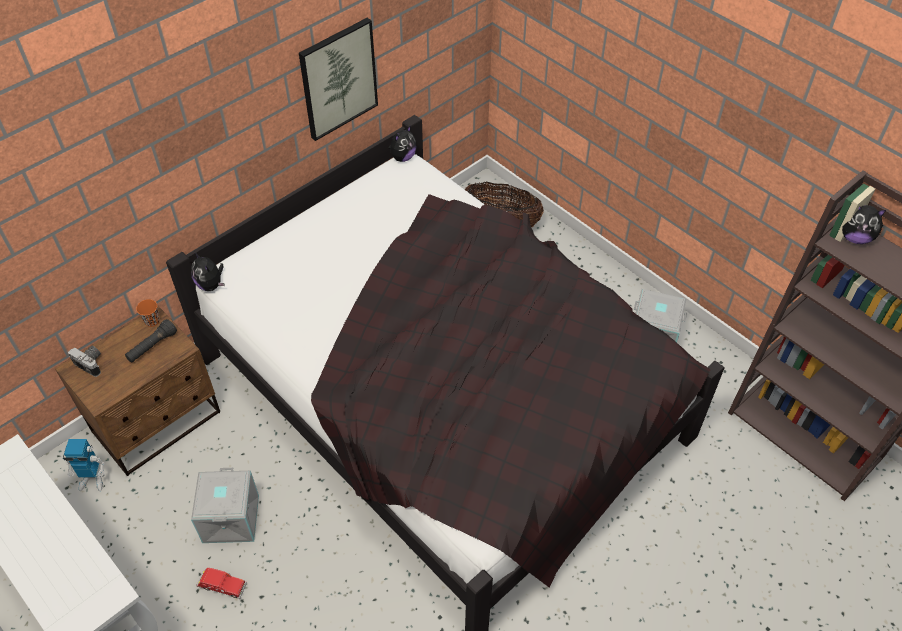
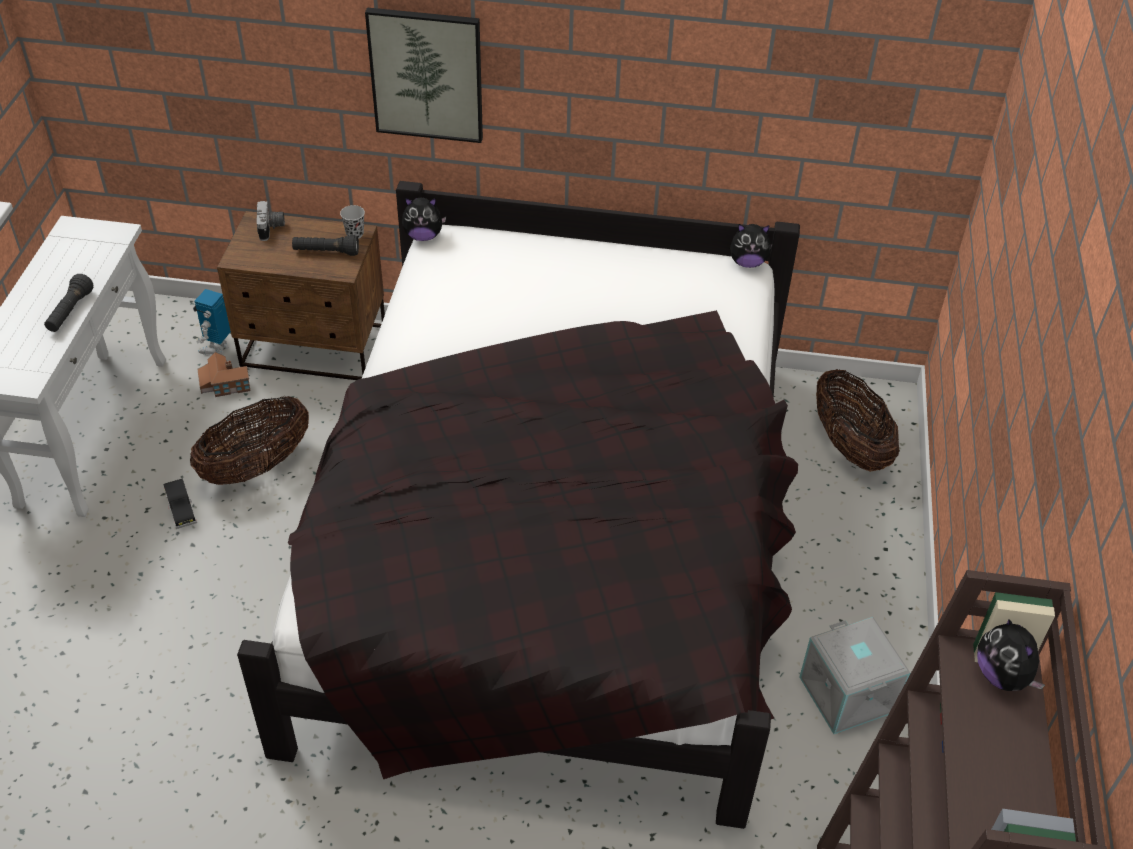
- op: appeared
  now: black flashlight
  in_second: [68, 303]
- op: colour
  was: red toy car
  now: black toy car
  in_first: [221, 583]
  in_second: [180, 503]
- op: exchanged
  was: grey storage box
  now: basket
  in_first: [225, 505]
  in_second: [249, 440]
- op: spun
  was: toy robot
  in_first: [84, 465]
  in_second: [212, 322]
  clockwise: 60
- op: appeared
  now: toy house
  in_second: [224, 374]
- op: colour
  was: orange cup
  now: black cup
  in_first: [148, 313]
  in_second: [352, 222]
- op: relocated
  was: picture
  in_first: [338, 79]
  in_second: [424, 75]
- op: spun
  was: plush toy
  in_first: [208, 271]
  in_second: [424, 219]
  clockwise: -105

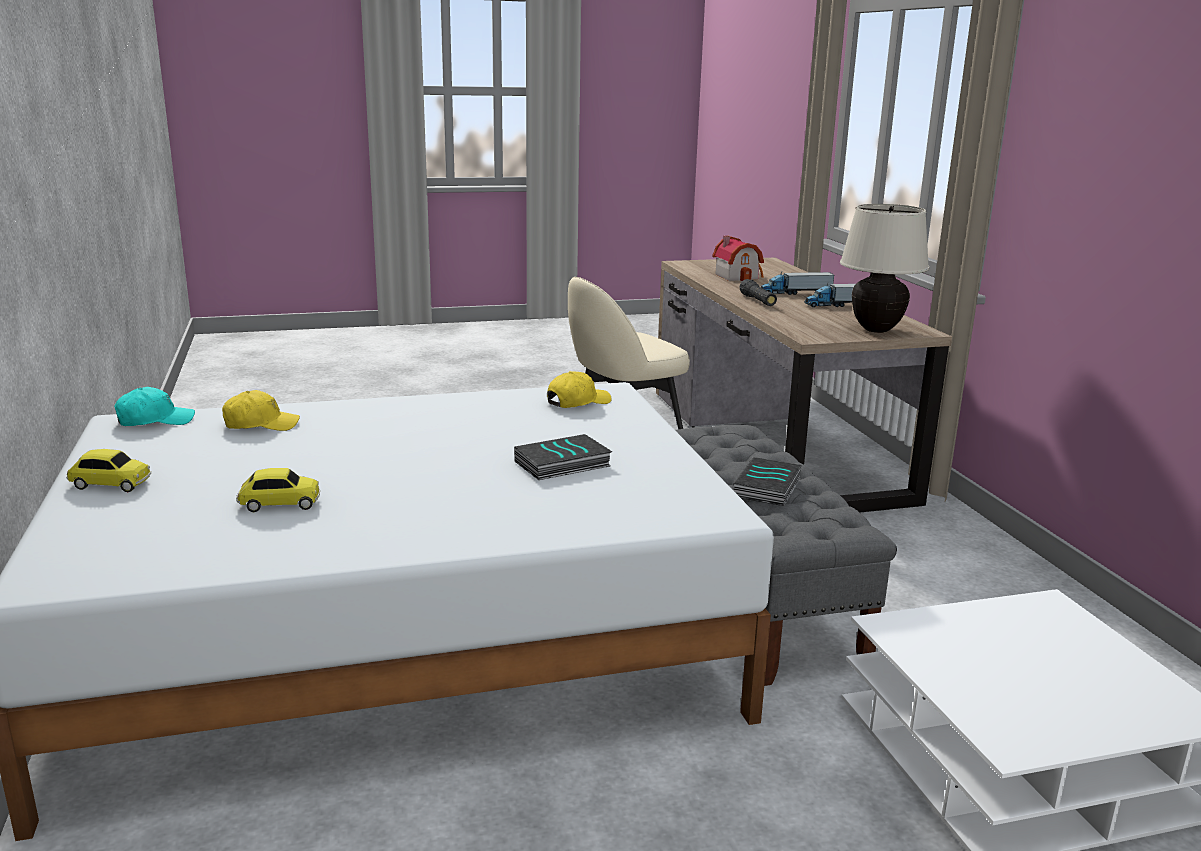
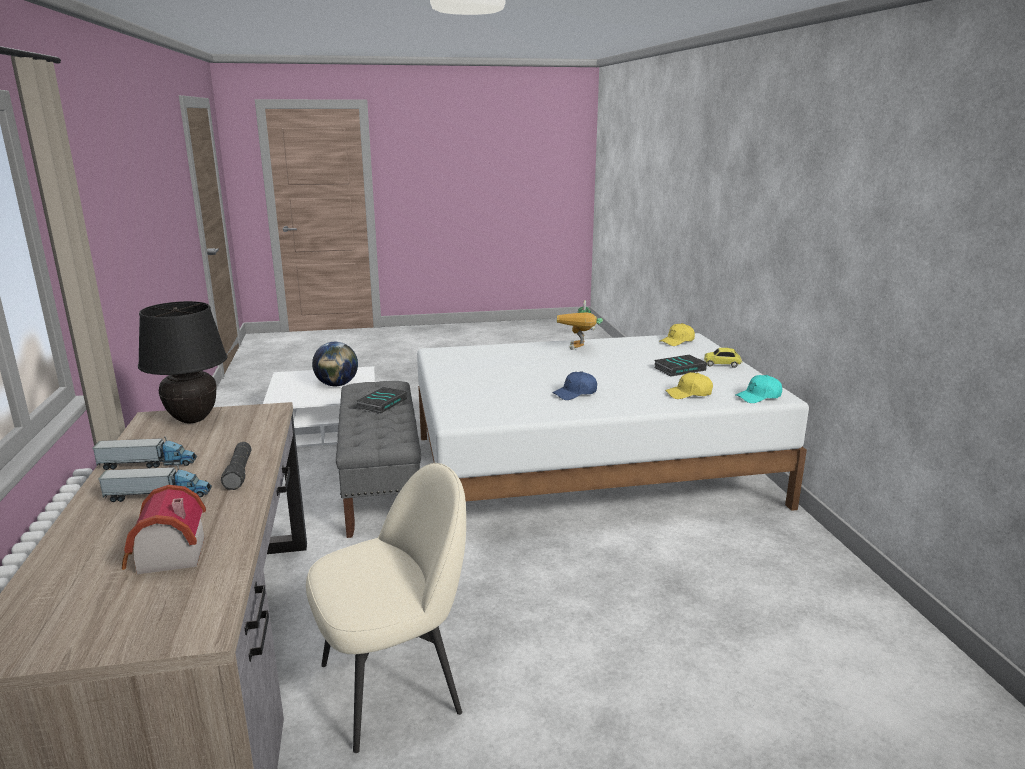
- op: colour
  was: beige table lamp
  now: black table lamp
  in_first: [884, 268]
  in_second: [182, 362]
- op: appeared
  now: globe
  in_second: [335, 364]
- op: appeared
  now: blue cap
  in_second: [574, 385]
- op: appeared
  now: toy robot
  in_second: [580, 325]
- op: relocated
  was: book
  in_first: [563, 457]
  in_second: [680, 365]
- op: relocated
  was: yellow cap
  in_first: [579, 389]
  in_second: [677, 334]
- op: missing
  was: toy car
  in_first: [278, 490]

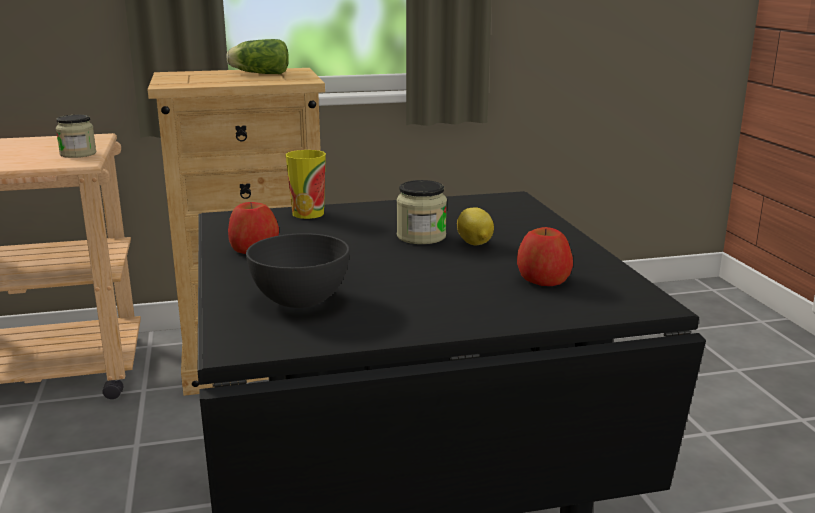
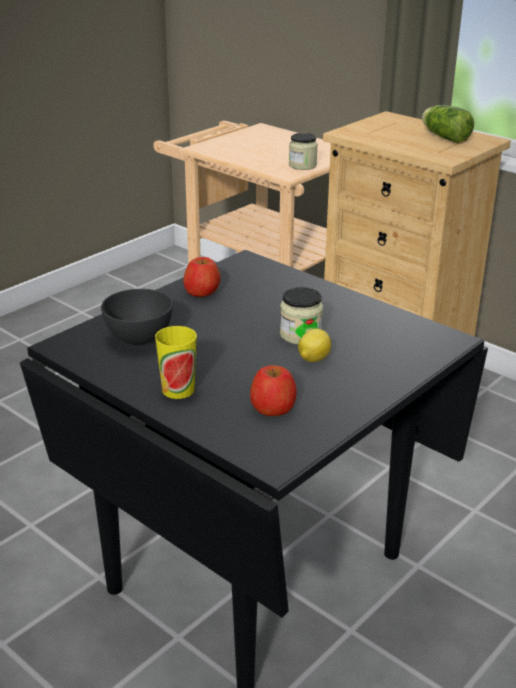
- op: relocated
  was: cup
  in_first: [305, 184]
  in_second: [176, 362]

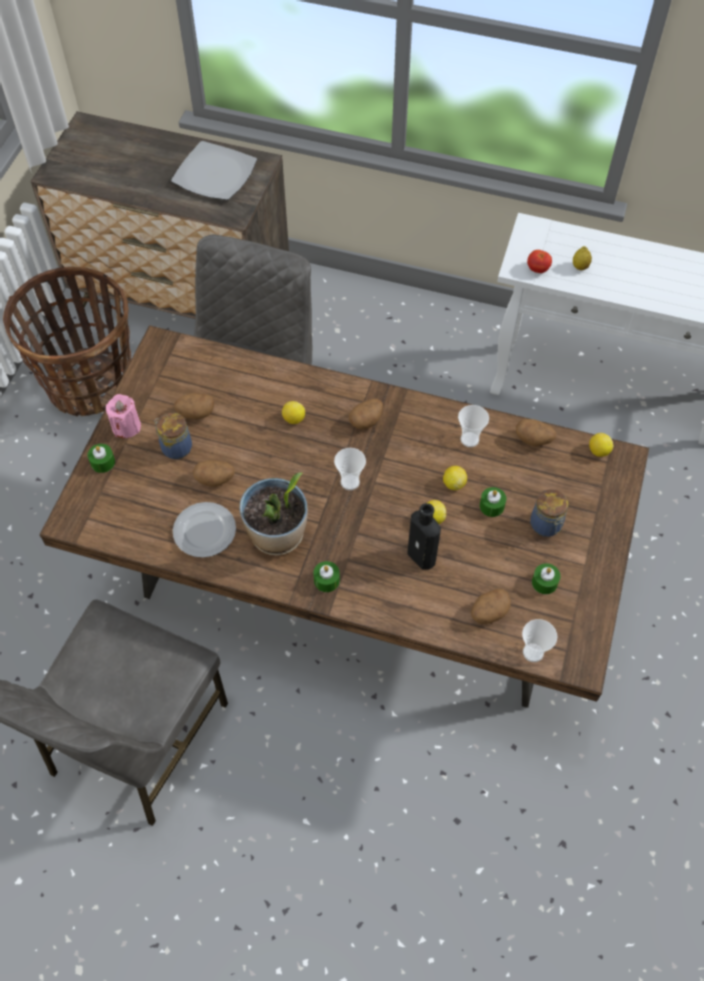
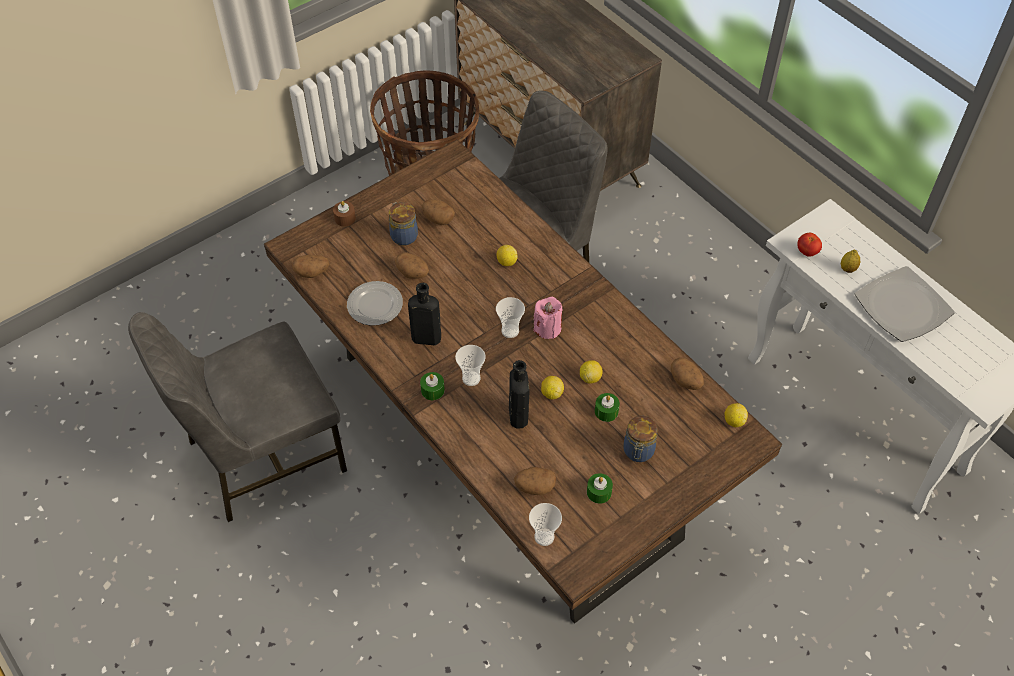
- op: relocated
  was: potato
  in_first: [366, 414]
  in_second: [310, 266]
- op: colour
  was: green candle
  now: brown candle
  in_first: [101, 458]
  in_second: [344, 213]
- op: exchanged
  was: potted plant
  now: black bottle
  in_first: [273, 513]
  in_second: [424, 314]
- op: relocated
  was: cup
  in_first: [473, 426]
  in_second: [470, 365]
- op: relocated
  was: pink candle
  in_first: [123, 416]
  in_second: [548, 318]
- op: relocated
  was: plate
  in_first: [214, 170]
  in_second: [905, 304]

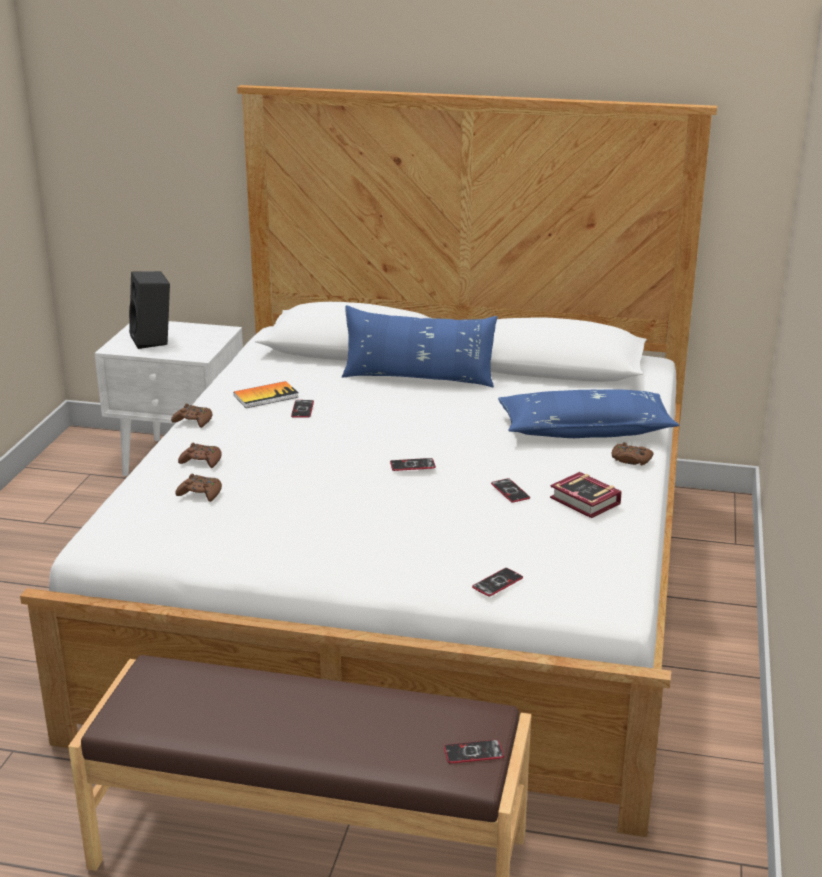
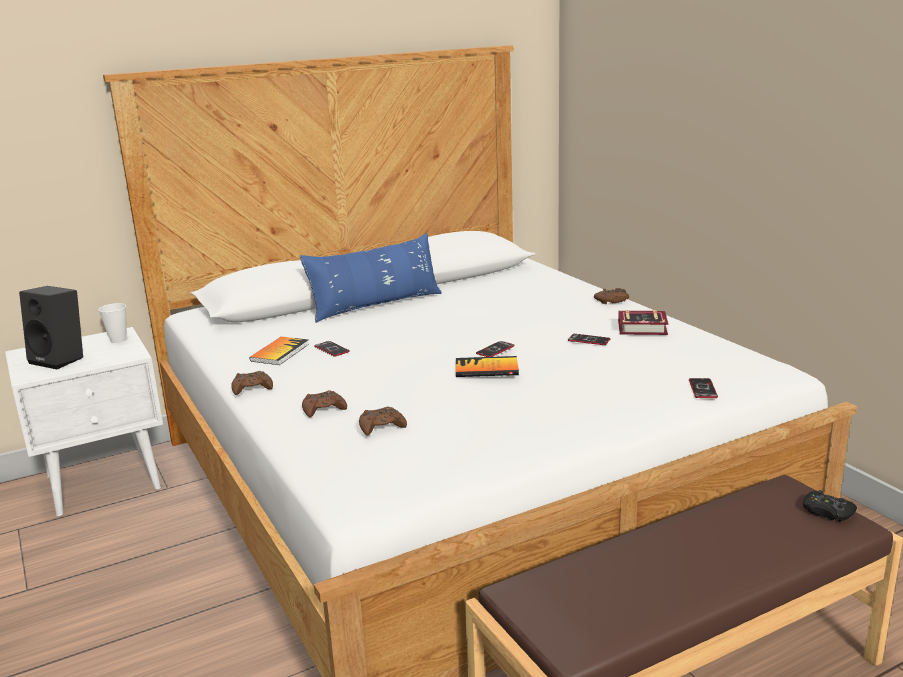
- op: appeared
  now: cup
  in_second: [112, 323]
- op: appeared
  now: book
  in_second: [487, 366]
- op: exchanged
  was: phone
  now: black game controller
  in_first: [474, 752]
  in_second: [830, 506]
- op: missing
  was: blue pillow
  in_first: [588, 414]

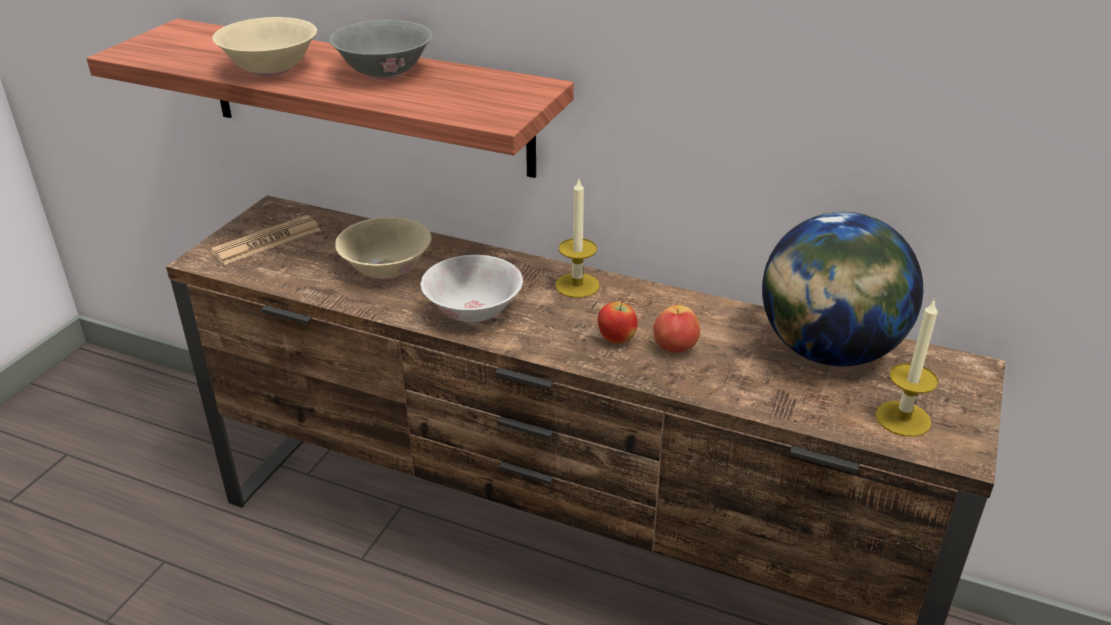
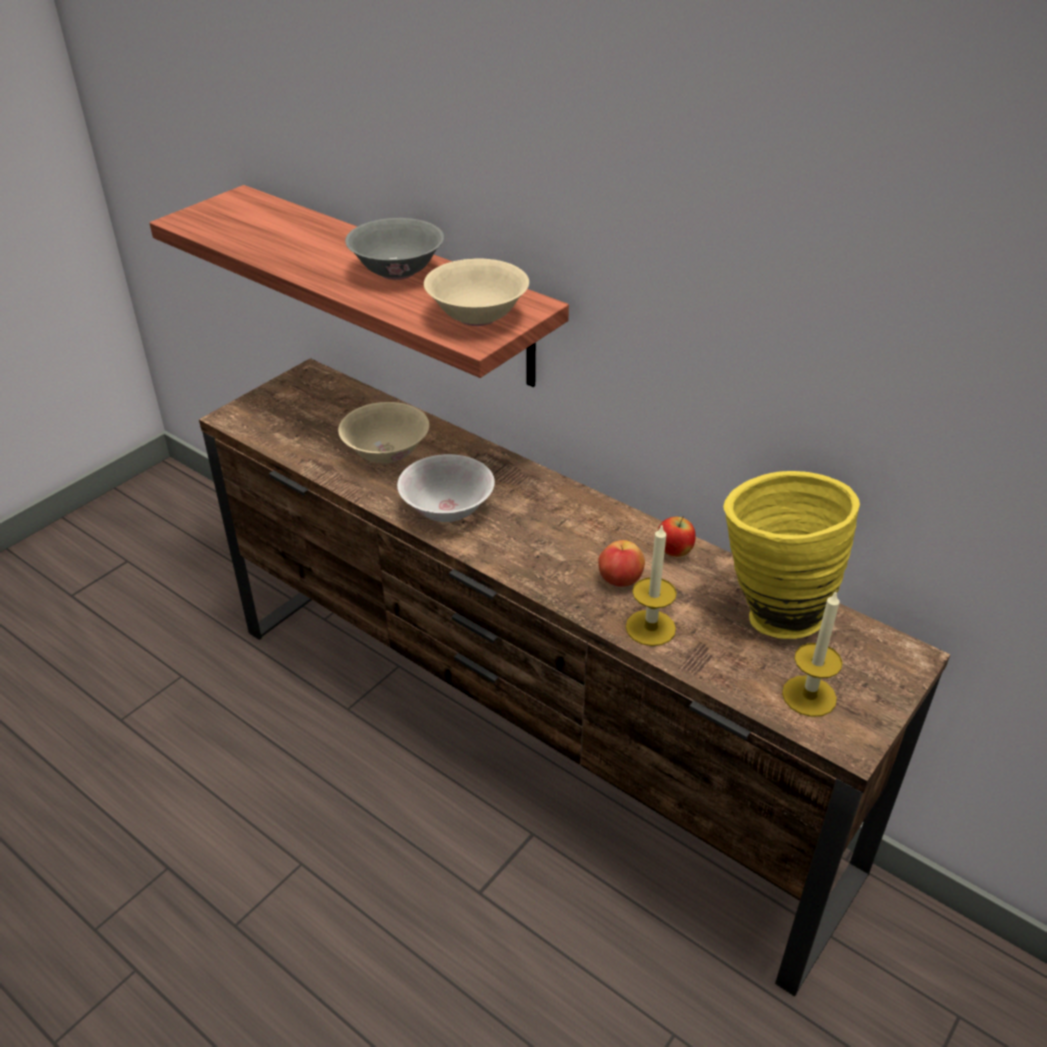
- op: relocated
  was: beige bowl
  in_first: [264, 47]
  in_second: [476, 292]
- op: relocated
  was: candle
  in_first: [577, 238]
  in_second: [651, 585]
- op: relocated
  was: apple
  in_first: [618, 321]
  in_second: [677, 536]
- op: exchanged
  was: globe
  now: yellow vase
  in_first: [842, 289]
  in_second: [791, 555]
- op: missing
  was: newspaper
  in_first: [265, 240]

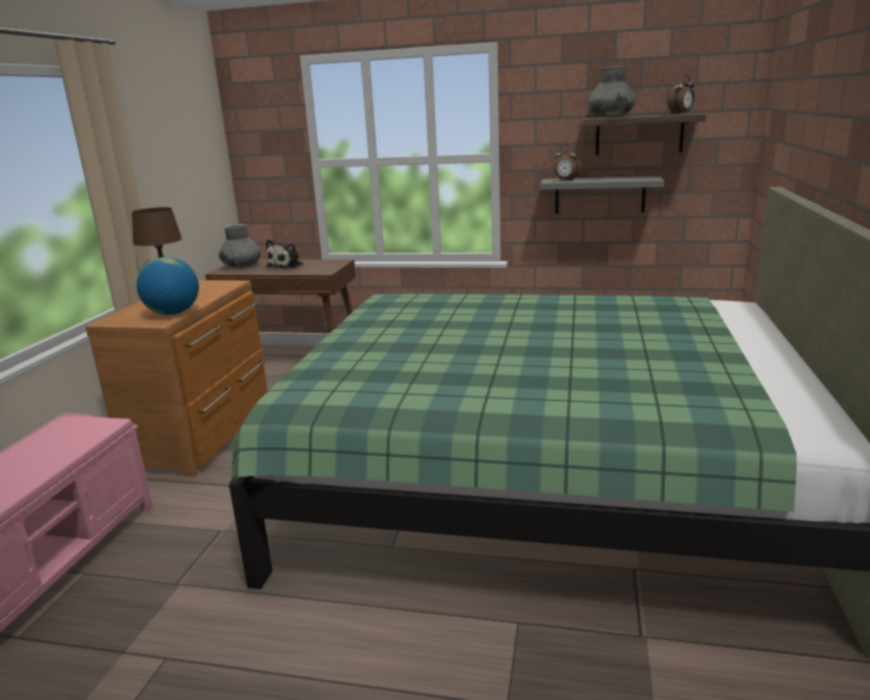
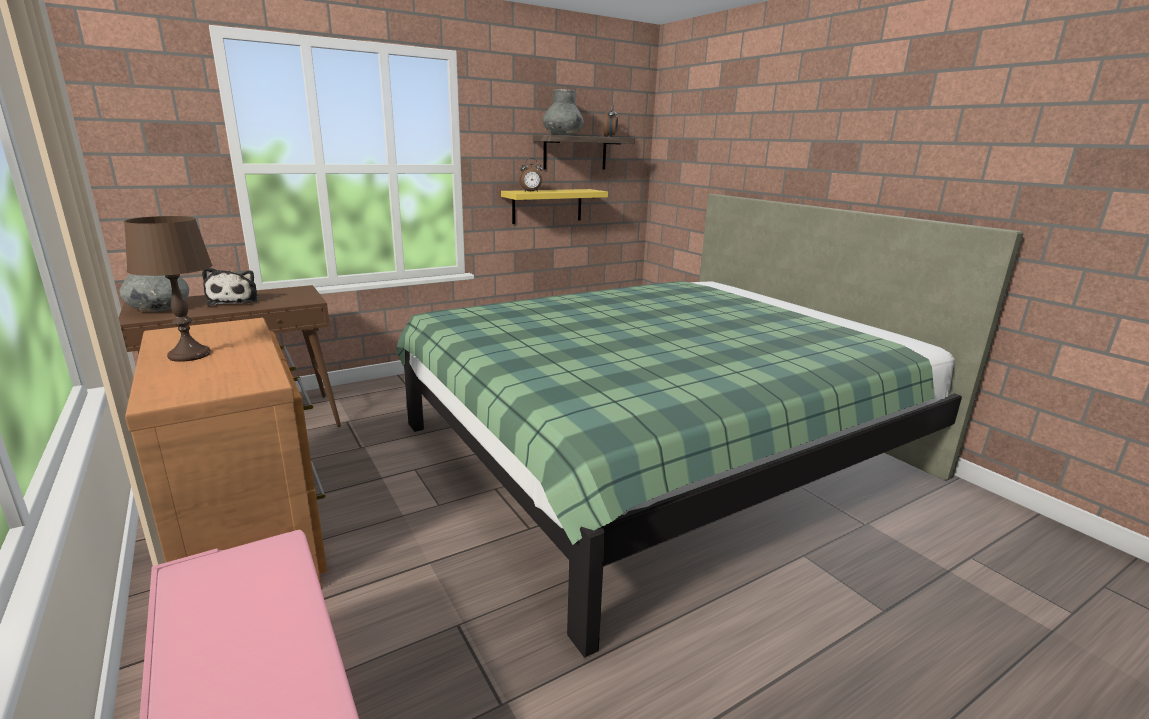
- op: colour
  was: grey shelf
  now: yellow shelf
  in_first: [602, 195]
  in_second: [554, 206]
- op: missing
  was: globe
  in_first: [168, 286]

